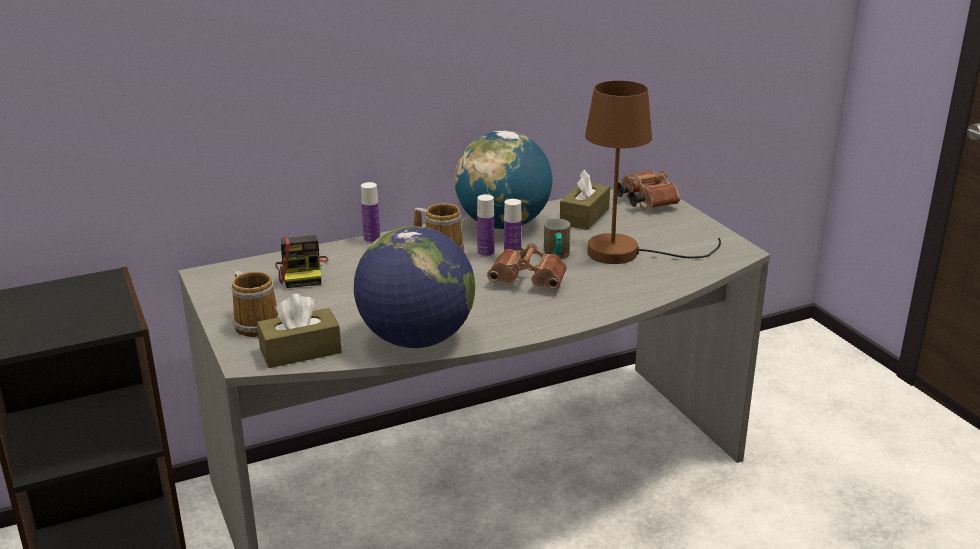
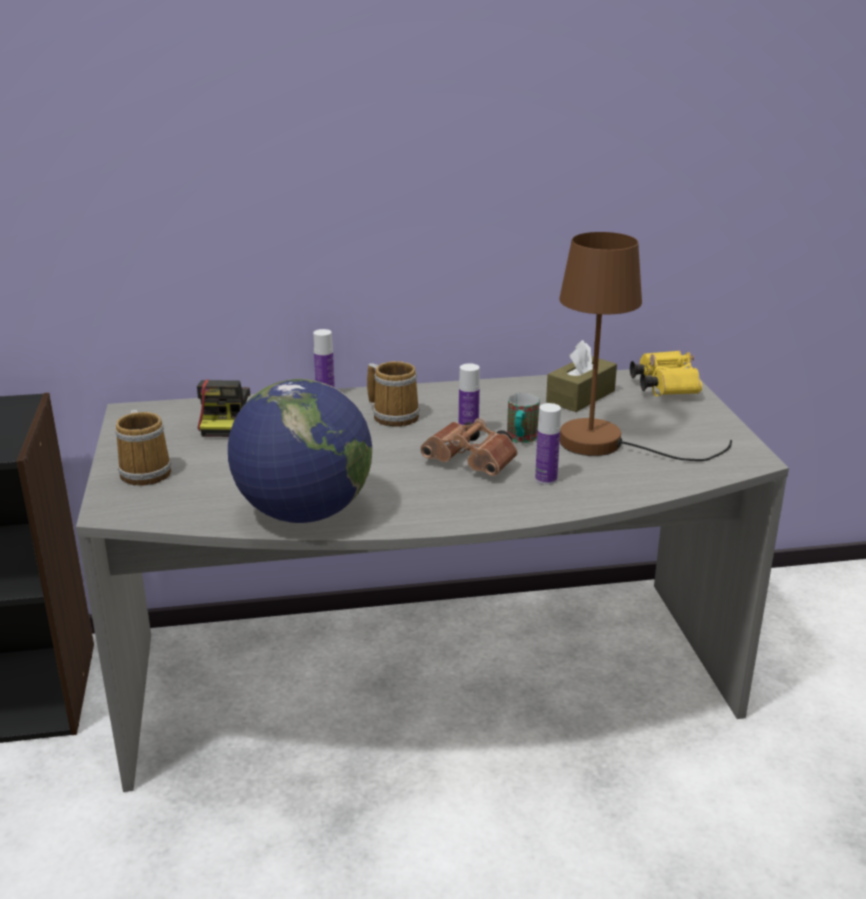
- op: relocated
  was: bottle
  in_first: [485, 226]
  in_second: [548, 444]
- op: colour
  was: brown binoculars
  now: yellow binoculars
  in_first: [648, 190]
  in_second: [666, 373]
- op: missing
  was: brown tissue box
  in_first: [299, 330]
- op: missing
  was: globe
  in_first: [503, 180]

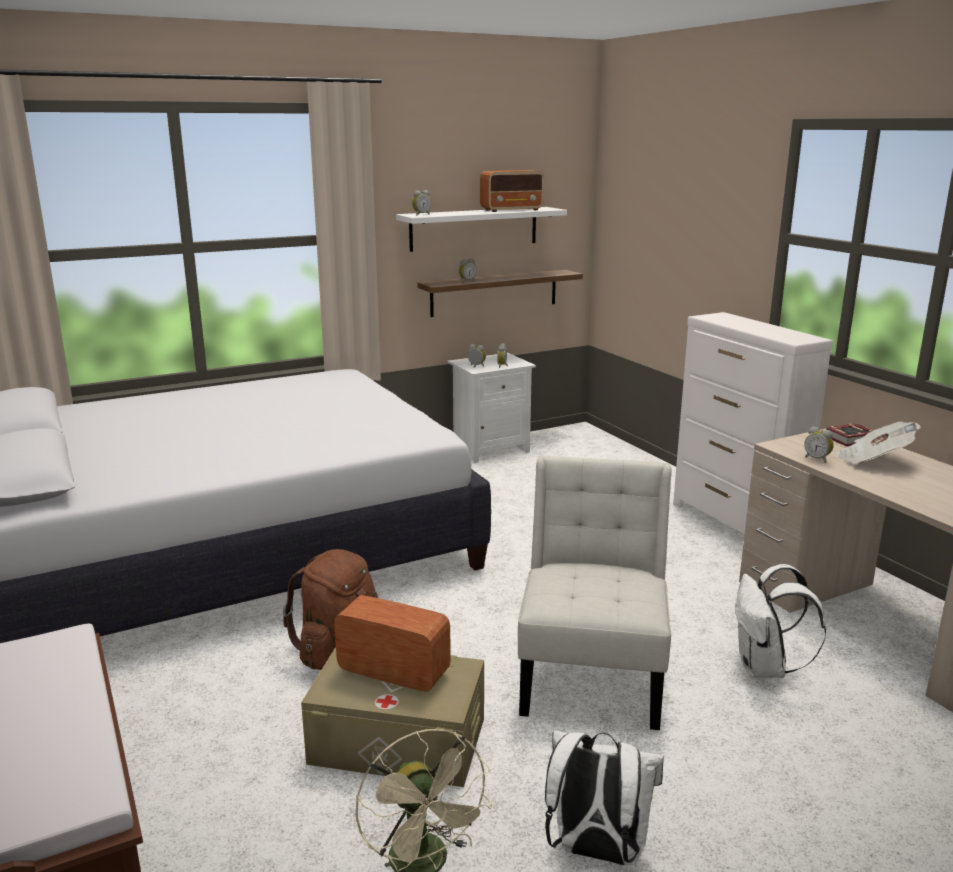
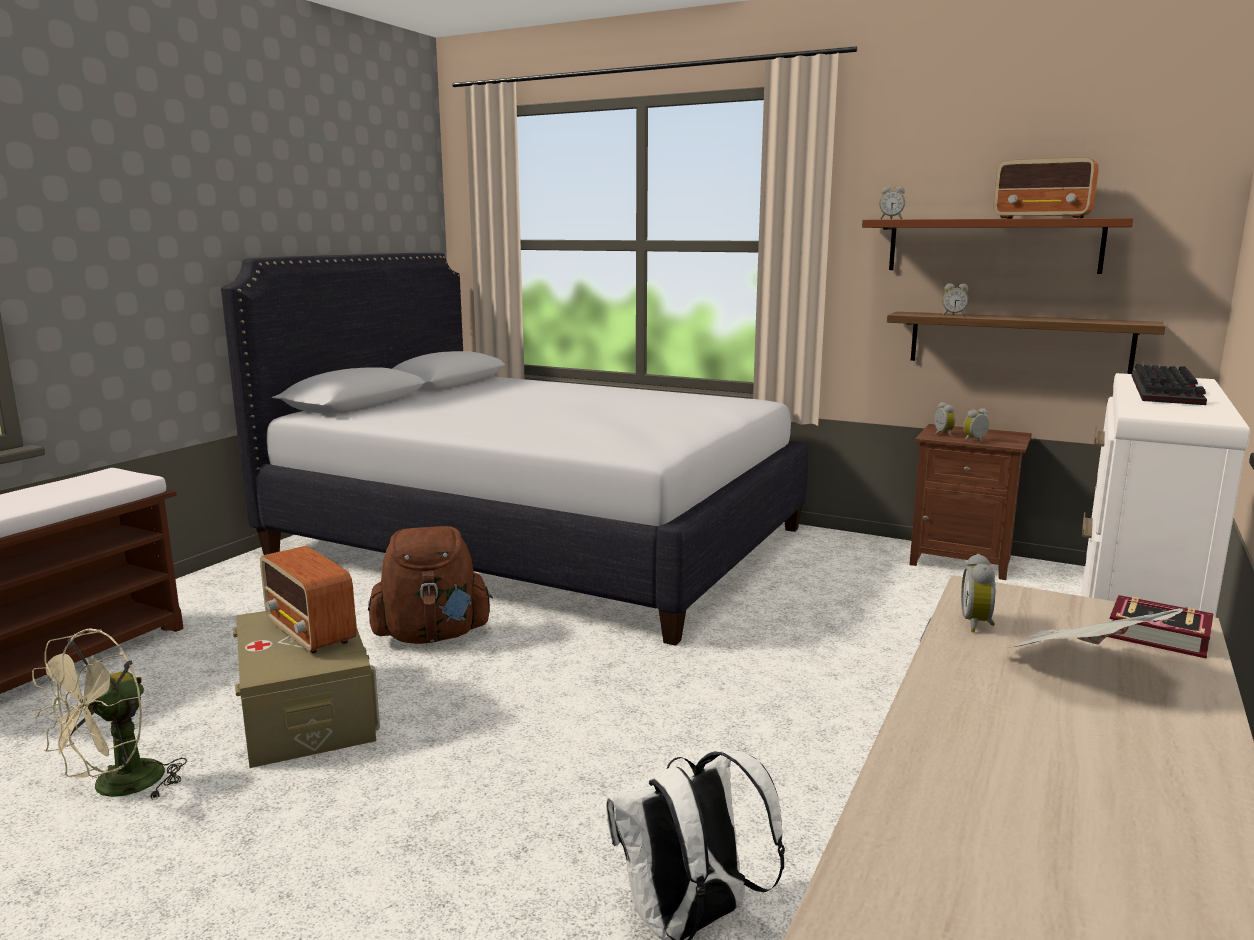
- op: spun
  was: radio
  in_first: [392, 643]
  in_second: [308, 600]
  clockwise: 150
- op: colour
  was: white shelf
  now: brown shelf
  in_first: [481, 229]
  in_second: [997, 246]
- op: colour
  was: white nightstand
  now: brown nightstand
  in_first: [491, 408]
  in_second: [970, 502]
- op: appeared
  now: keyboard
  in_second: [1169, 384]
- op: missing
  was: white chair
  in_first: [595, 593]
- op: missing
  was: white backpack
  in_first: [604, 798]

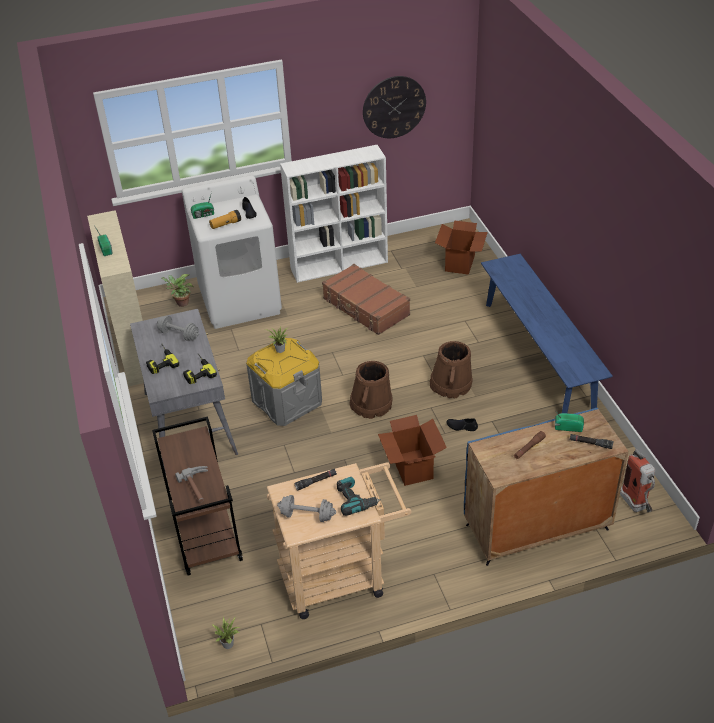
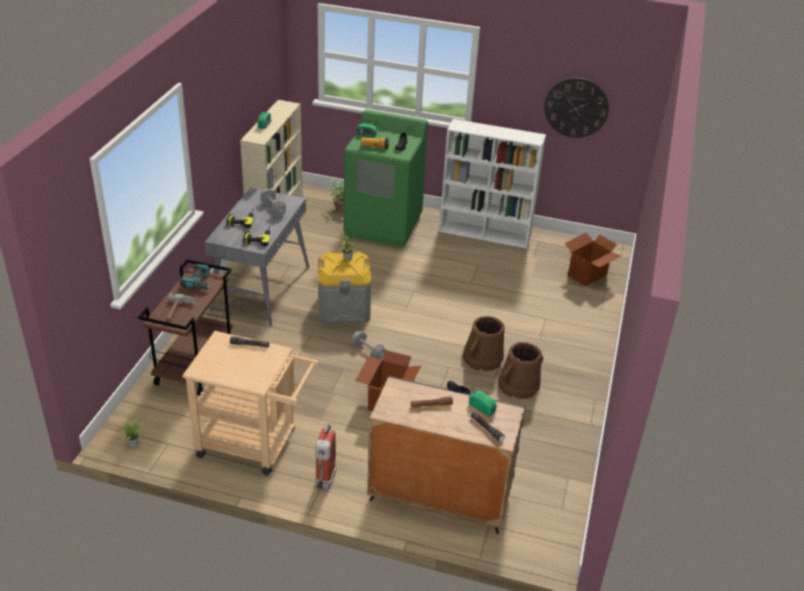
- op: relocated
  was: power drill
  in_first: [359, 496]
  in_second: [196, 277]
- op: relocated
  was: fire extinguisher
  in_first: [637, 480]
  in_second: [326, 456]
- op: colour
  was: white washing machine
  now: green washing machine
  in_first: [232, 252]
  in_second: [386, 178]
- op: relocated
  was: grey dumbbell
  in_first: [306, 508]
  in_second: [368, 345]
- op: colour
  was: blue cabinet
  now: black cabinet
  in_first: [546, 487]
  in_second: [446, 455]
- op: relocated
  was: brown bucket
  in_first: [371, 390]
  in_second: [520, 370]
- op: missing
  was: brown suitcase
  in_first: [366, 299]
- op: missing
  was: blue bench
  in_first: [547, 333]

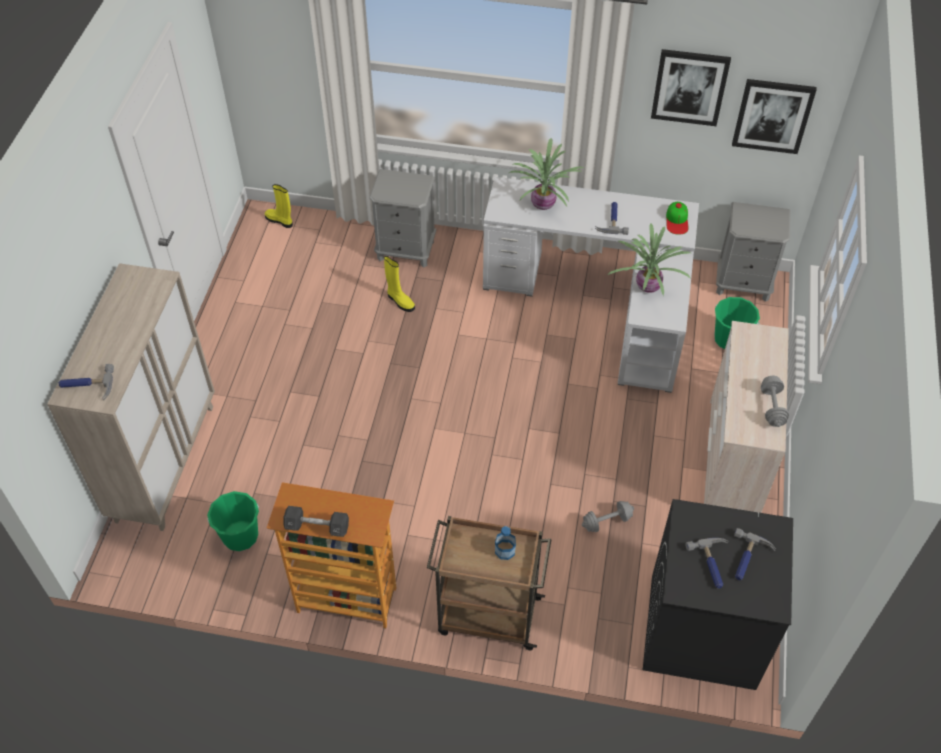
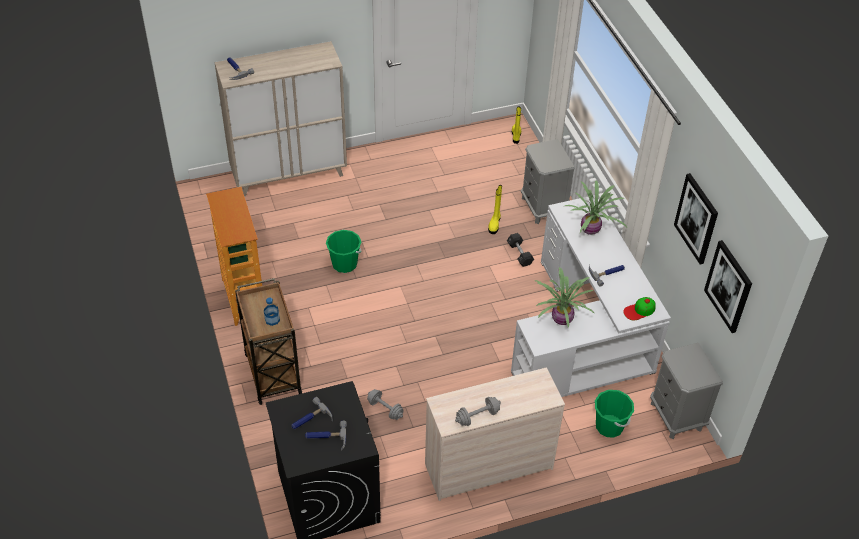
- op: relocated
  was: green bucket
  in_first: [233, 521]
  in_second: [343, 251]
- op: relocated
  was: black dumbbell
  in_first: [316, 521]
  in_second: [520, 250]

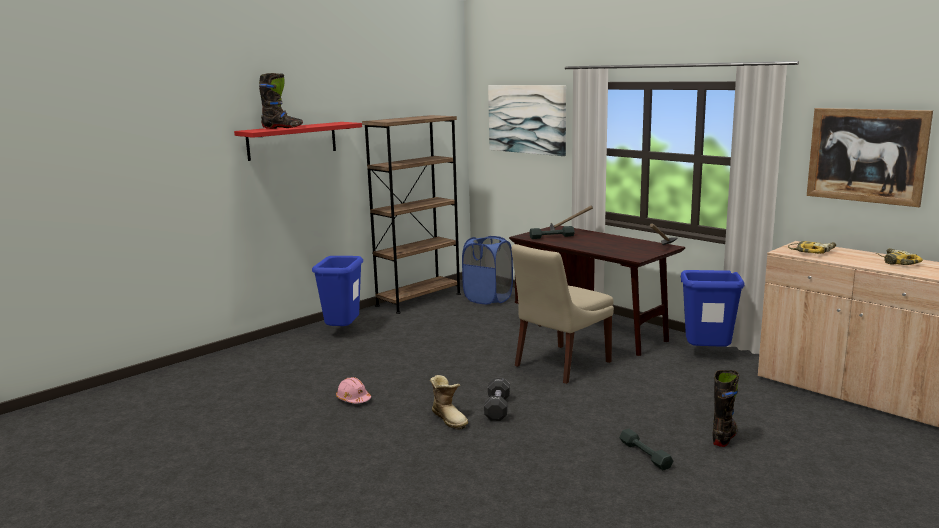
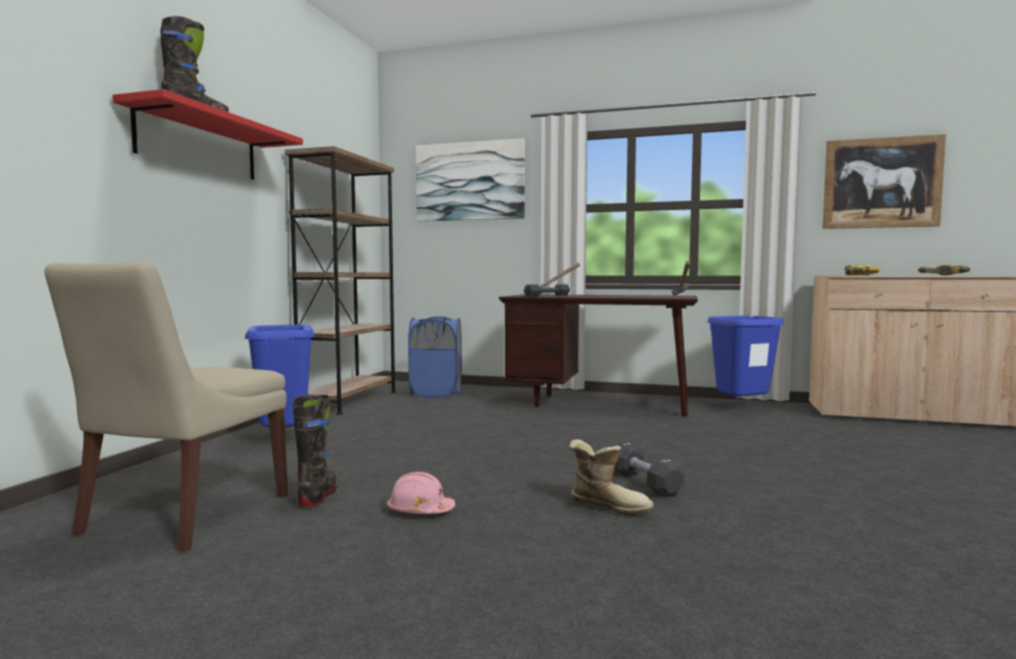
- op: relocated
  was: beige chair
  in_first: [562, 314]
  in_second: [166, 406]
- op: relocated
  was: black boot
  in_first: [726, 408]
  in_second: [316, 451]
- op: missing
  was: grey dumbbell
  in_first: [646, 449]

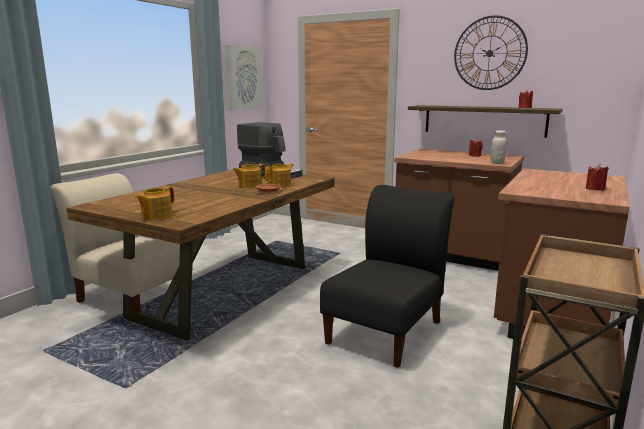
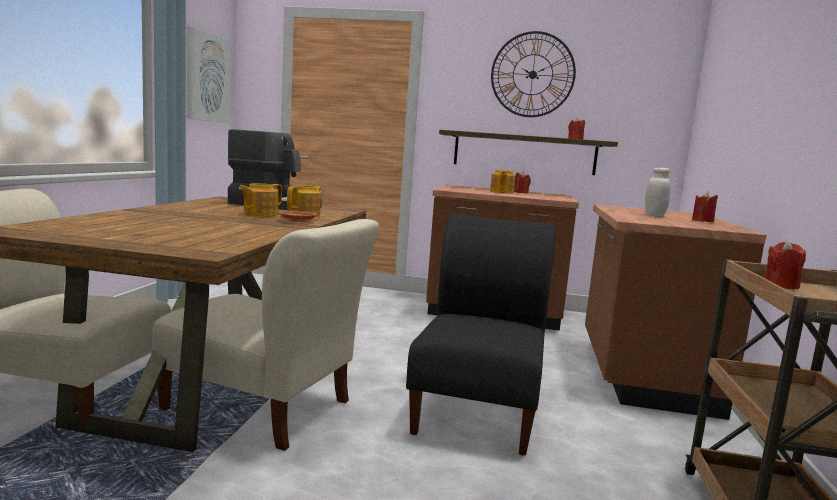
- op: appeared
  now: beige chair
  in_second: [265, 335]
- op: relocated
  was: teapot
  in_first: [154, 203]
  in_second: [503, 182]
- op: relocated
  was: white jar
  in_first: [498, 147]
  in_second: [658, 192]
- op: appeared
  now: red candle
  in_second: [785, 264]

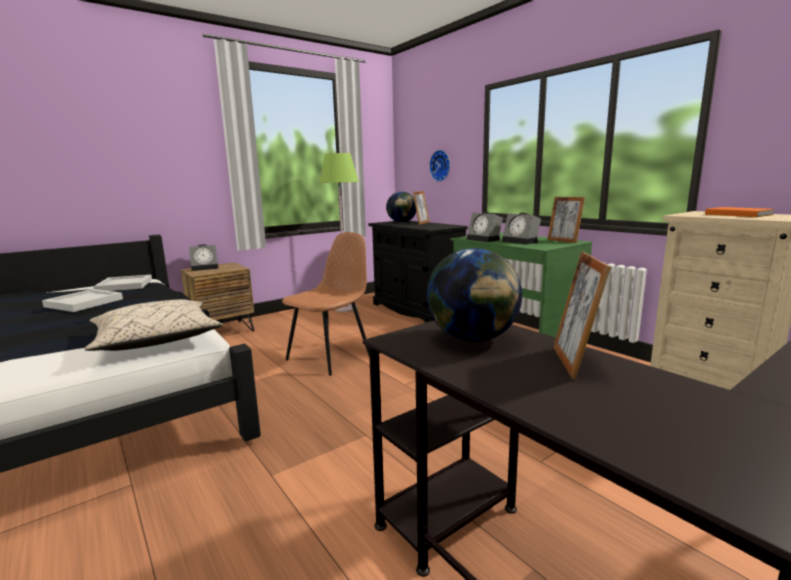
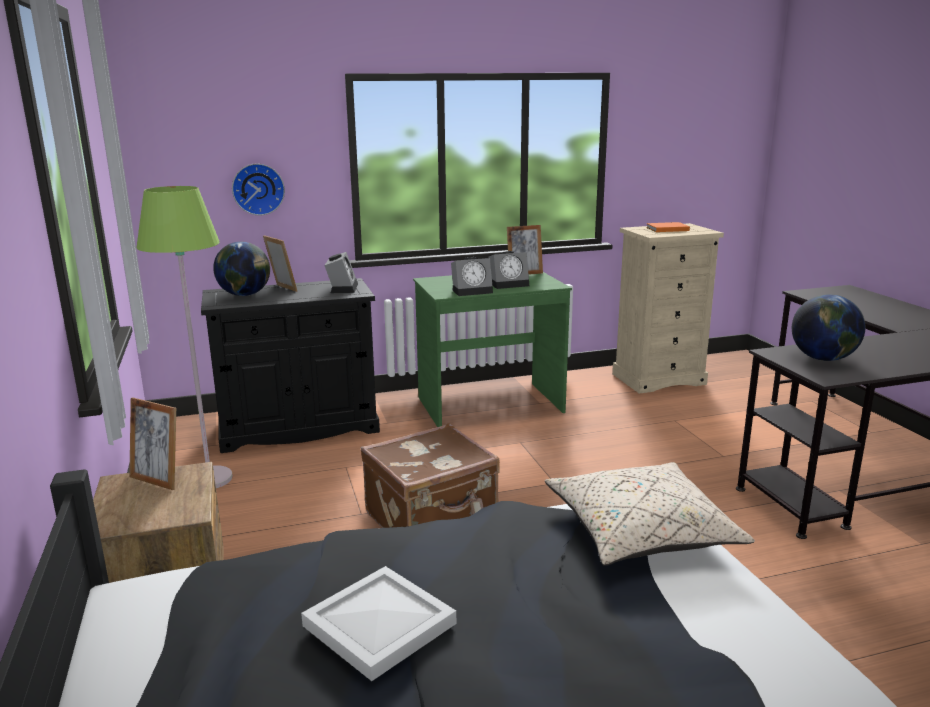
- op: relocated
  was: picture frame
  in_first: [582, 315]
  in_second: [152, 443]
- op: relocated
  was: alarm clock
  in_first: [203, 258]
  in_second: [341, 272]
- op: exchanged
  was: brown chair
  now: brown suitcase
  in_first: [325, 304]
  in_second: [430, 475]
- op: missing
  was: white tray
  in_first: [123, 283]

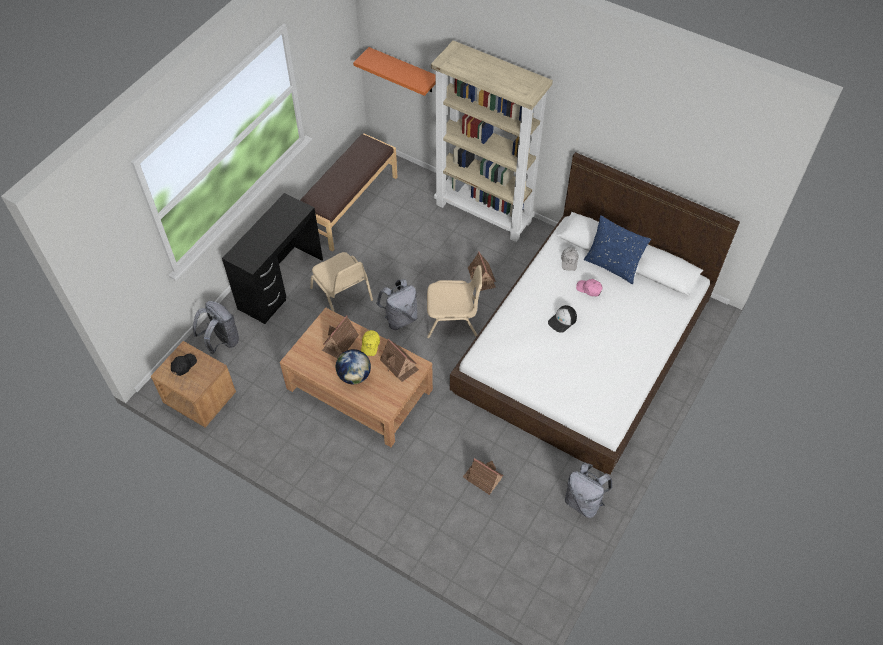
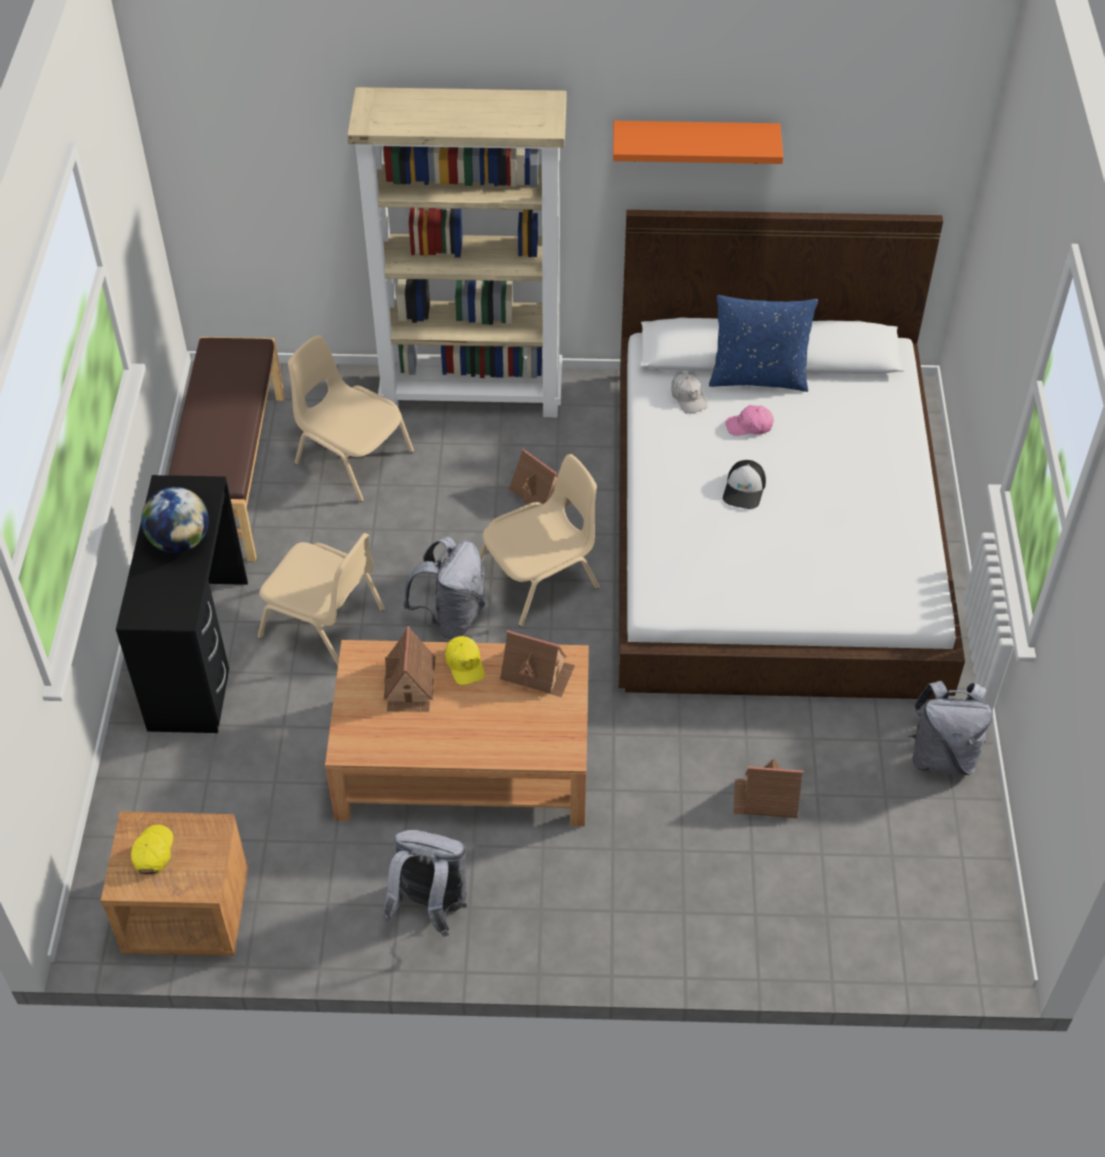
- op: colour
  was: black cap
  now: yellow cap
  in_first: [184, 365]
  in_second: [152, 849]
- op: relocated
  was: globe
  in_first: [353, 366]
  in_second: [175, 520]
- op: appeared
  now: beige chair
  in_second: [351, 418]
- op: relocated
  was: grey backpack
  in_first: [216, 327]
  in_second: [425, 883]
- op: relocated
  was: orange shelf
  in_first: [394, 71]
  in_second: [698, 142]

